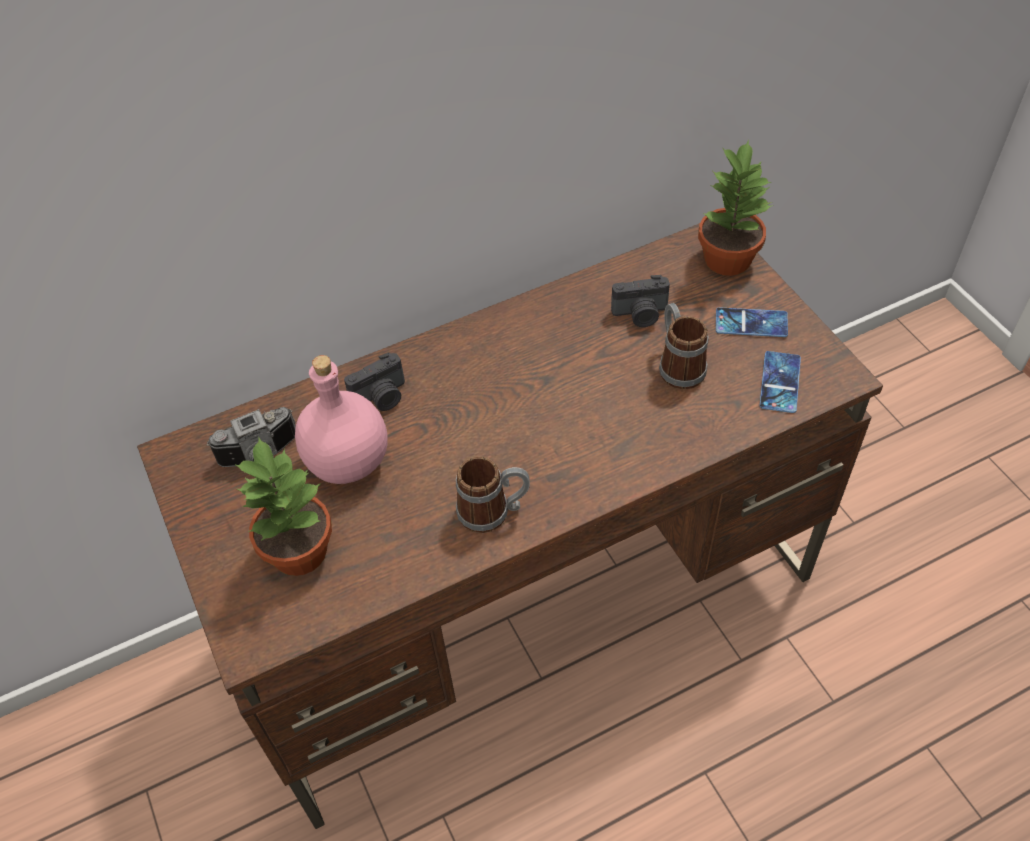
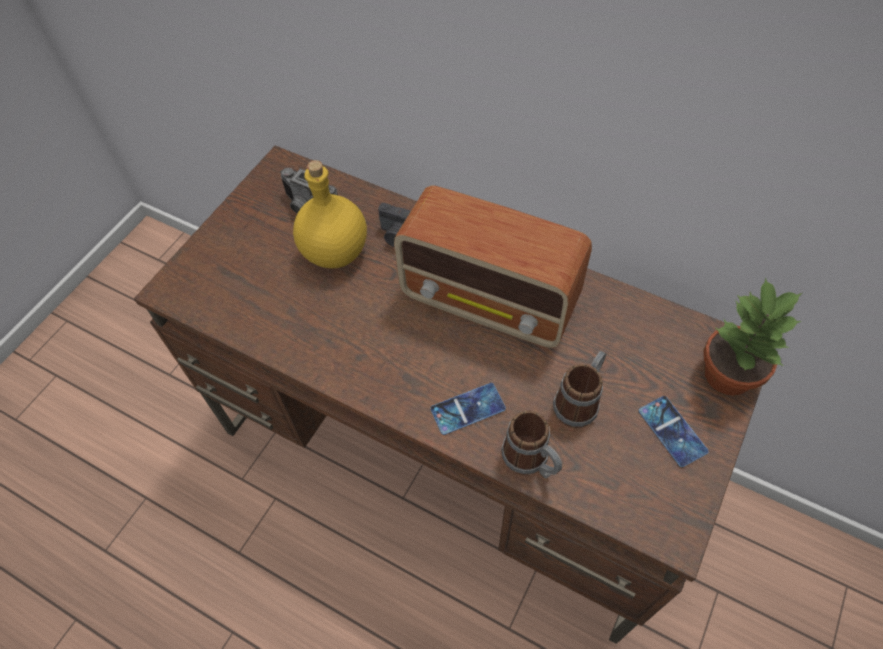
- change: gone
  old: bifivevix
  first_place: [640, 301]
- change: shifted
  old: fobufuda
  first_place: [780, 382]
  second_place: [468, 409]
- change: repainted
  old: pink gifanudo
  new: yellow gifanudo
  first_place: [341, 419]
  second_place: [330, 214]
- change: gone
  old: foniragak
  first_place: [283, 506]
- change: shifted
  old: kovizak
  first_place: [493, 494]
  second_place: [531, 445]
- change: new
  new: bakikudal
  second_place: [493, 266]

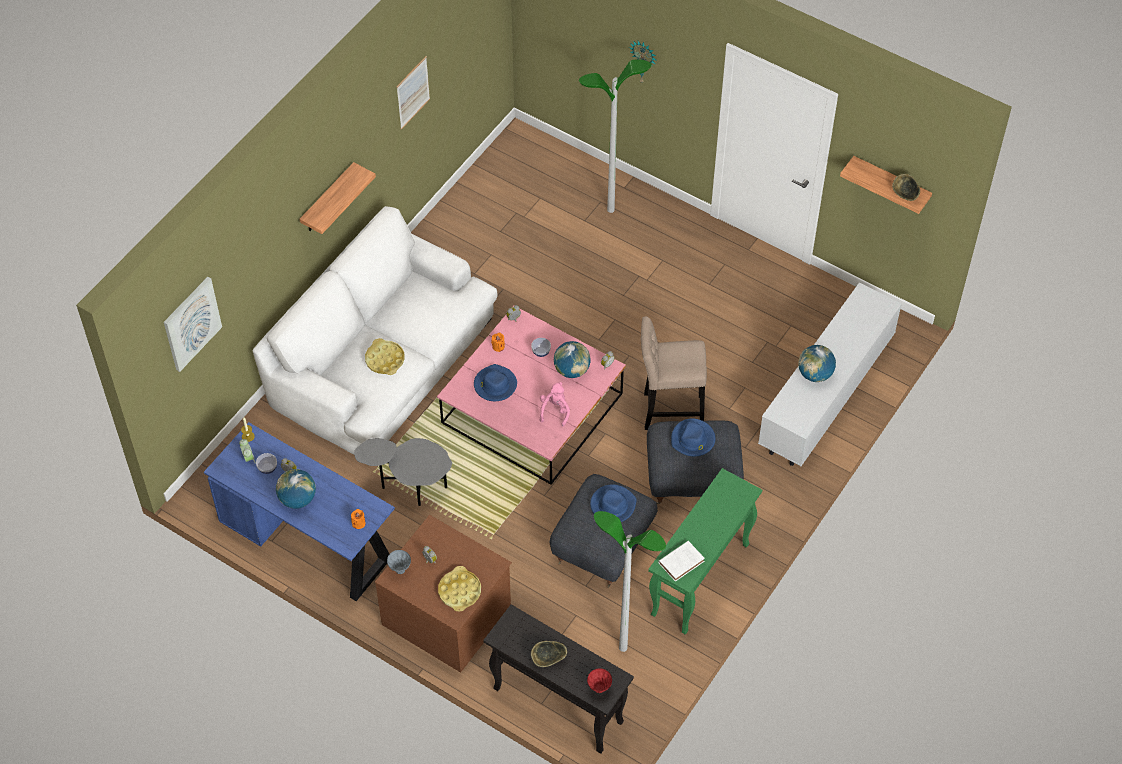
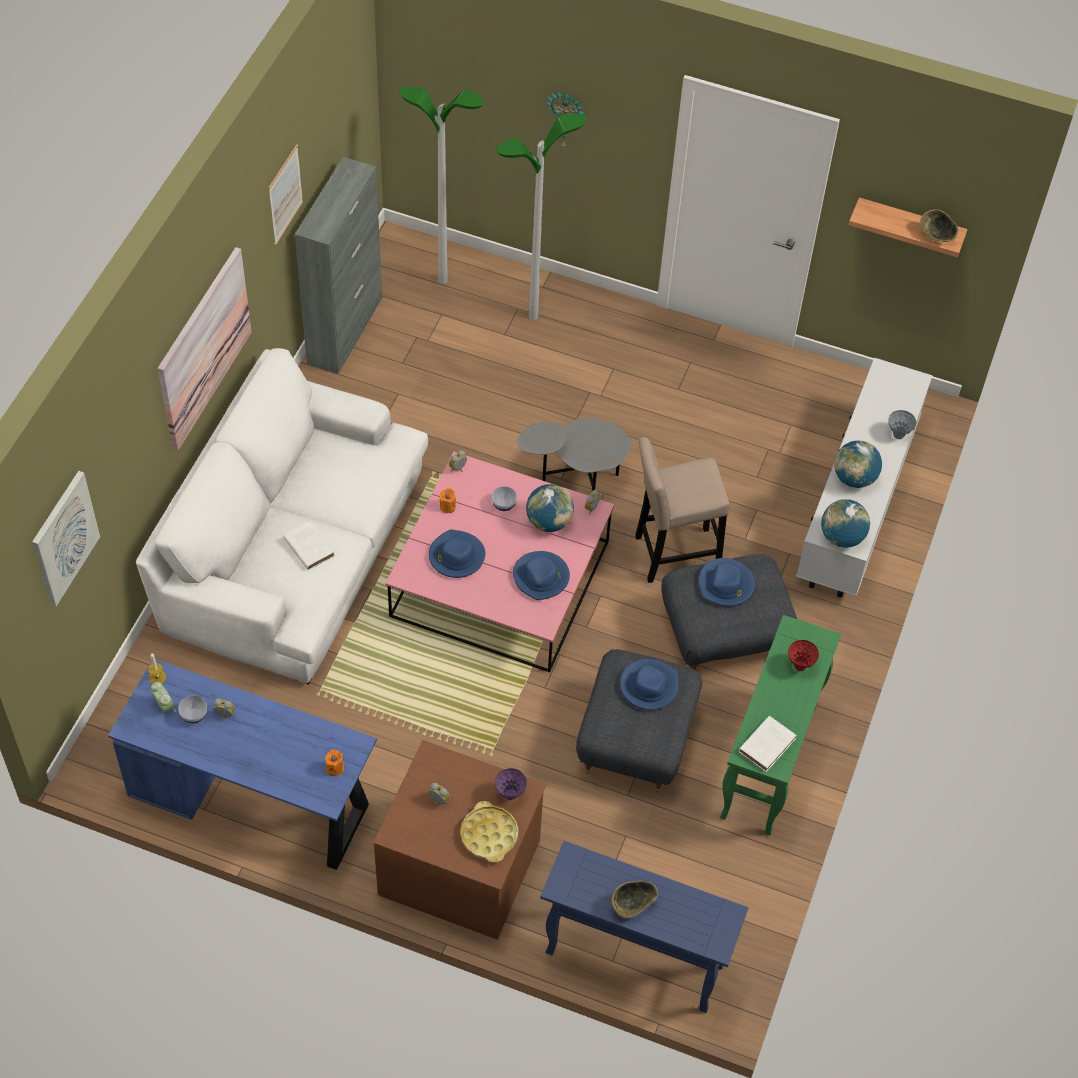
- change: swapped
  old: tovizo
  new: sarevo
  first_place: [338, 198]
  second_place: [205, 349]
- change: swapped
  old: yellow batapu
  new: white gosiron
  first_place: [384, 356]
  second_place: [309, 545]
- change: swapped
  old: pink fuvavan
  new: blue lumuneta
  first_place: [555, 404]
  second_place: [541, 575]
- change: shifted
  old: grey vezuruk
  first_place: [403, 472]
  second_place: [574, 454]
- change: shifted
  old: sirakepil
  first_place: [296, 489]
  second_place: [845, 523]
- change: shifted
  old: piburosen
  first_place: [630, 581]
  second_place: [441, 185]
- change: shifted
  old: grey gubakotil
  first_place: [399, 562]
  second_place: [902, 424]
- change: repainted
  old: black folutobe
  new: blue folutobe
  first_place: [558, 679]
  second_place: [644, 927]
- change: shifted
  old: red gubakotil
  first_place: [599, 681]
  second_place: [803, 655]
- change: new
  new: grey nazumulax
  second_place: [338, 265]
- change: new
  new: purple gubakotil
  second_place: [511, 784]

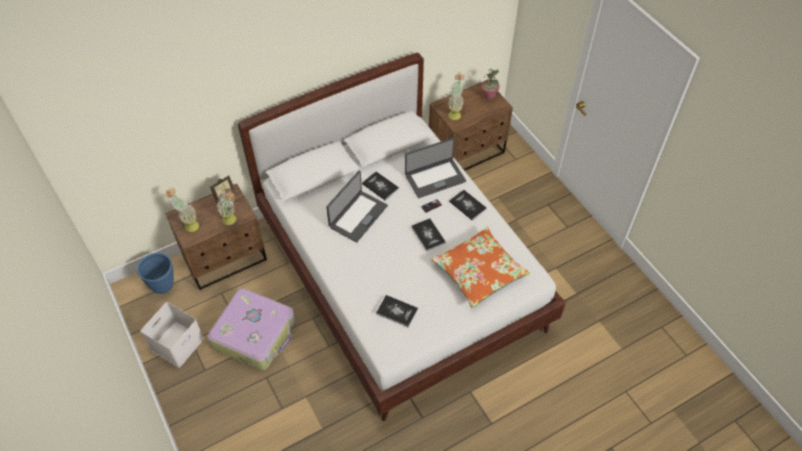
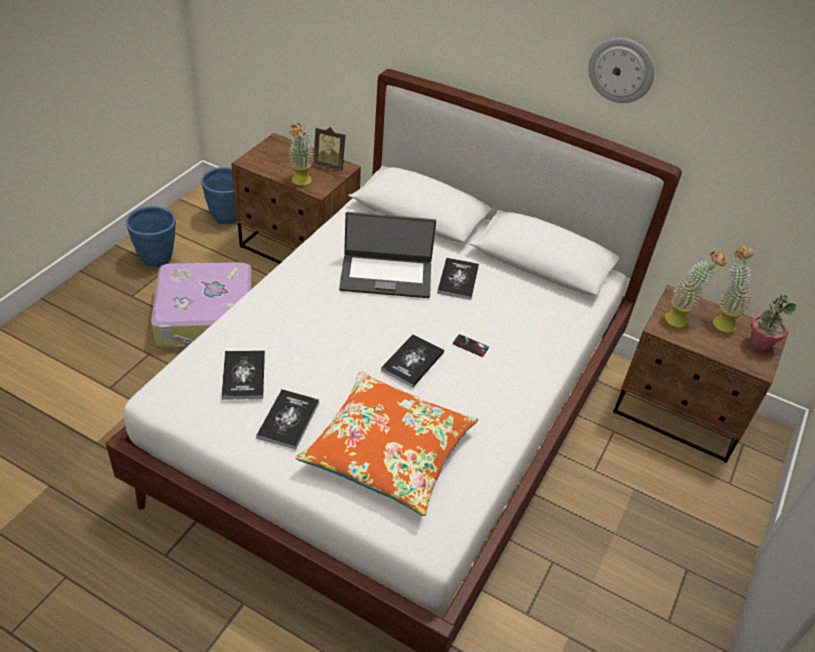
- change: gone
  old: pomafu
  first_place: [435, 168]
- change: shifted
  old: foniragak
  first_place: [182, 210]
  second_place: [733, 288]
- change: shifted
  old: gosiron
  first_place: [468, 205]
  second_place: [287, 419]
- change: swapped
  old: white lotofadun
  new: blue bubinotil
  first_place: [172, 334]
  second_place: [151, 236]
- change: new
  new: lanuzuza
  second_place: [621, 70]

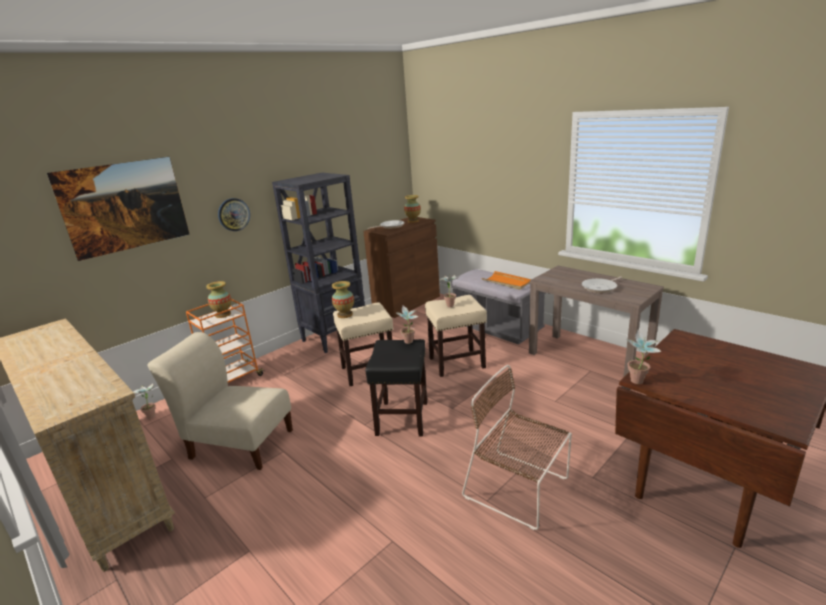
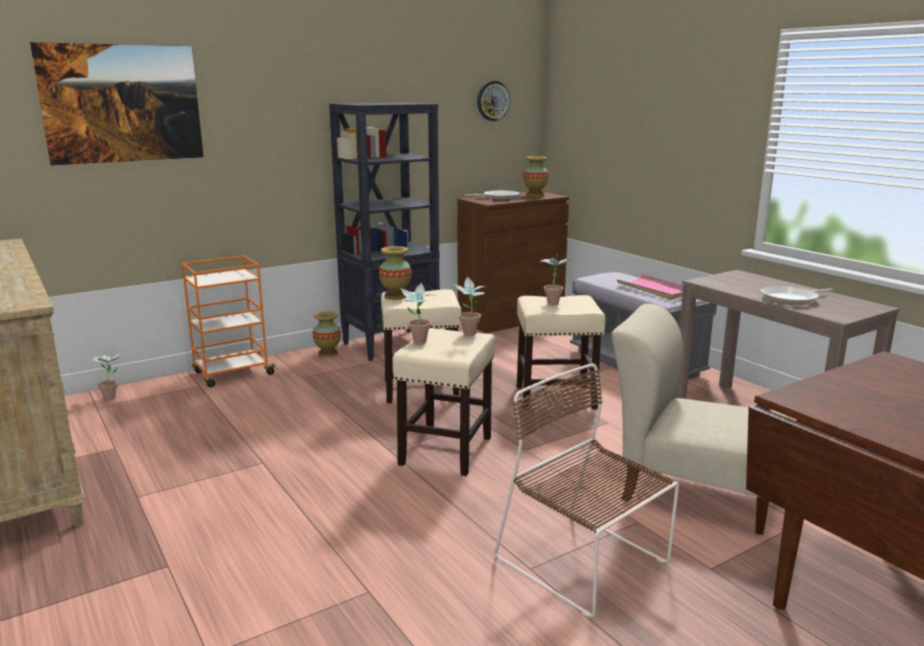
- change: shifted
  old: lanuzuza
  first_place: [234, 214]
  second_place: [493, 101]
- change: repainted
  old: orange batapu
  new: pink batapu
  first_place: [507, 280]
  second_place: [650, 287]
- change: shifted
  old: gubakotil
  first_place: [218, 299]
  second_place: [327, 334]
- change: shifted
  old: foniragak
  first_place: [644, 357]
  second_place: [418, 313]
- change: shifted
  old: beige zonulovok
  first_place: [220, 401]
  second_place: [701, 419]
- change: repainted
  old: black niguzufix
  new: beige niguzufix
  first_place: [396, 387]
  second_place: [443, 402]

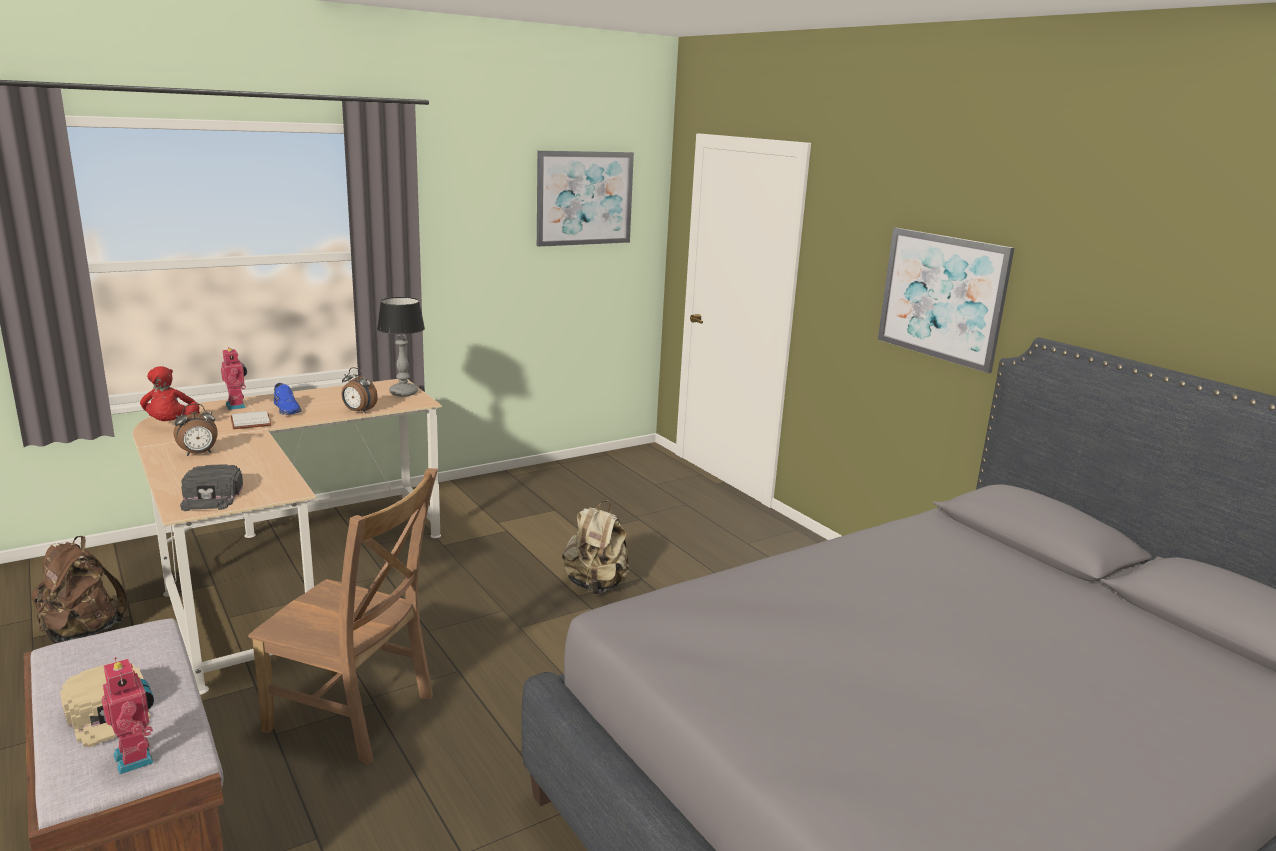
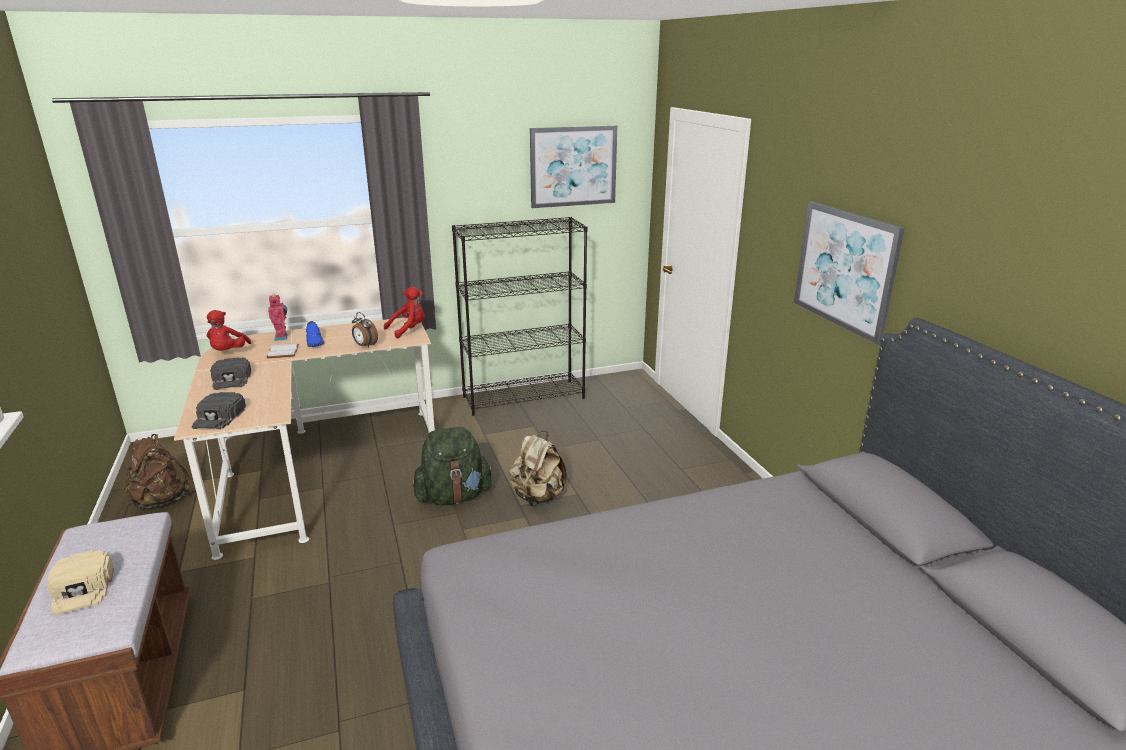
- change: swapped
  old: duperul
  new: red fuvavan
  first_place: [401, 346]
  second_place: [404, 312]
- change: swapped
  old: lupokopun
  new: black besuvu
  first_place: [196, 430]
  second_place: [230, 373]
- change: gone
  old: brown zonulovok
  first_place: [343, 616]
- change: gone
  old: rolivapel
  first_place: [128, 716]
- change: new
  new: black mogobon
  second_place: [520, 316]
- change: new
  new: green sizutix
  second_place: [453, 466]

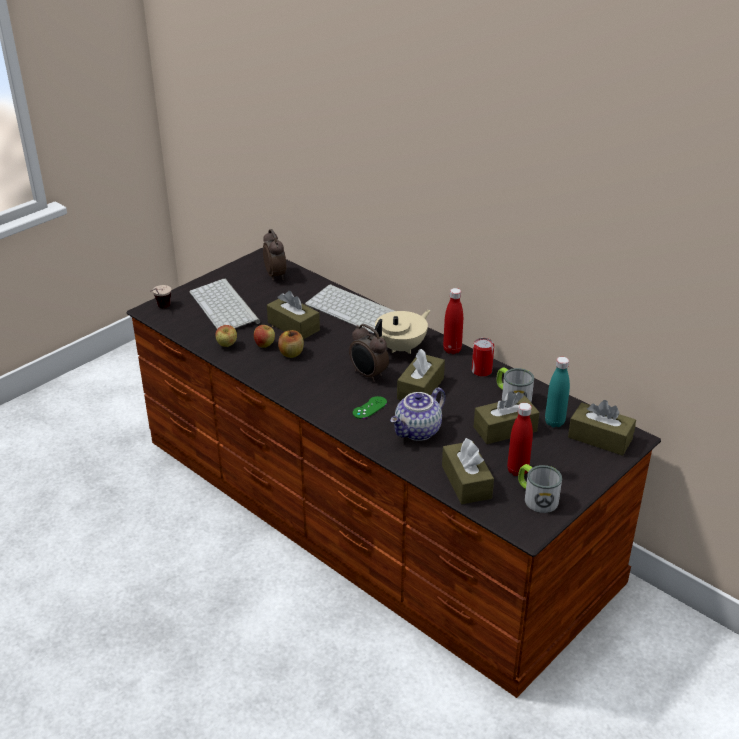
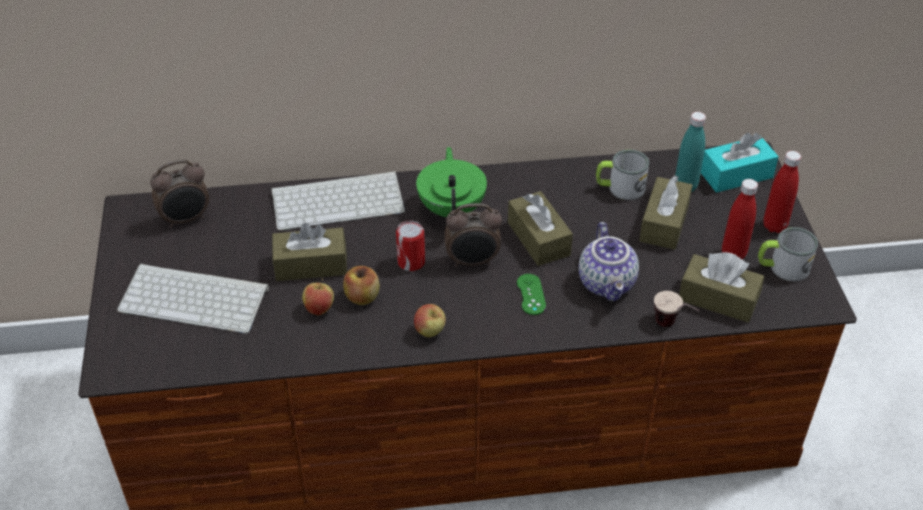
- change: rotated
  old: lupokopun
  first_place: [274, 255]
  second_place: [179, 193]
  degrees: 135
- change: shifted
  old: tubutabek
  first_place: [160, 296]
  second_place: [677, 309]
- change: shifted
  old: red gifanudo
  first_place: [453, 321]
  second_place: [782, 192]
- change: repainted
  old: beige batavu
  new: green batavu
  first_place: [402, 332]
  second_place: [451, 182]
- change: shifted
  old: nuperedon
  first_place: [226, 336]
  second_place: [430, 320]
- change: shifted
  old: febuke
  first_place: [483, 357]
  second_place: [410, 245]
- change: repainted
  old: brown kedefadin
  new: turquoise kedefadin
  first_place: [602, 428]
  second_place: [740, 163]

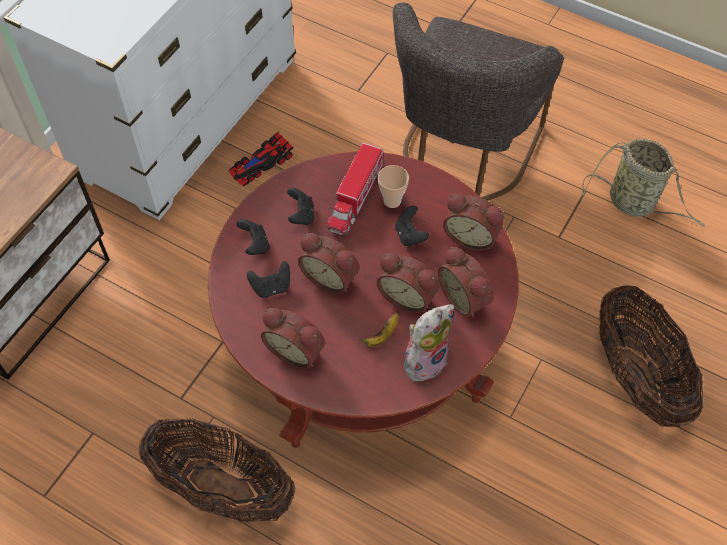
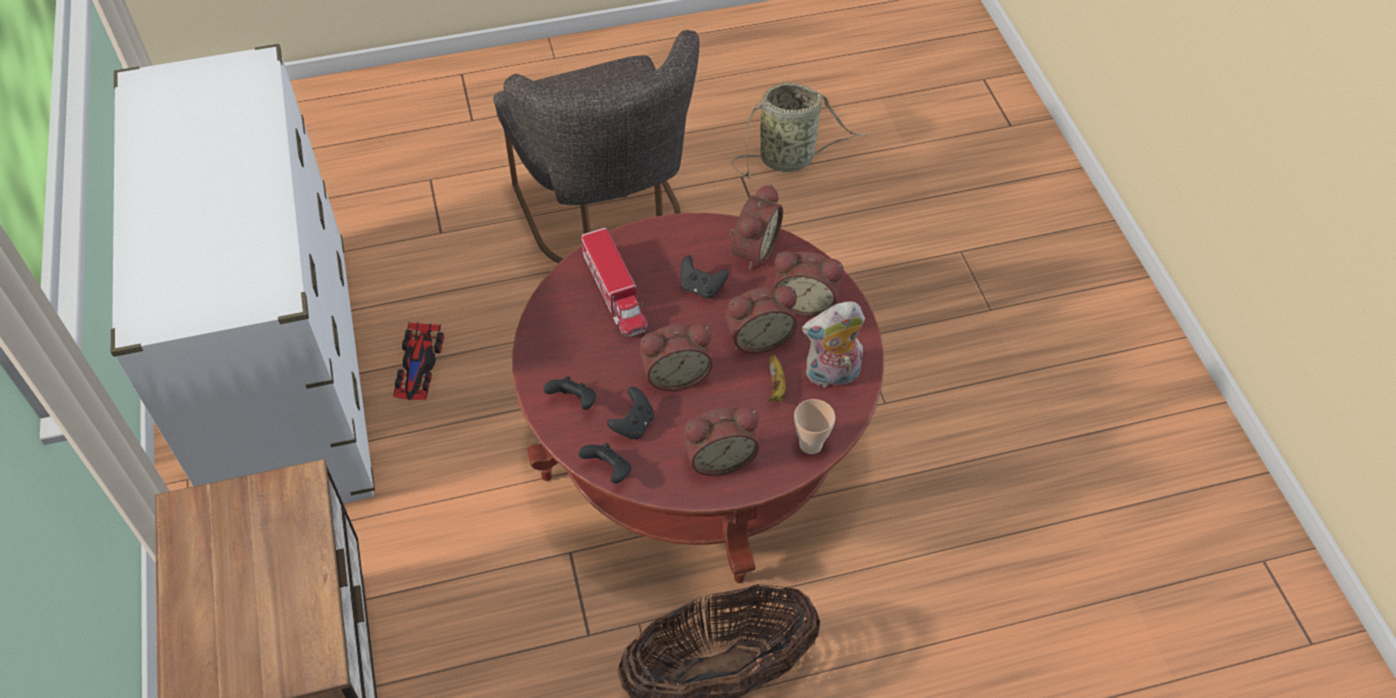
- change: shifted
  old: tubutabek
  first_place: [393, 186]
  second_place: [814, 426]
- change: shifted
  old: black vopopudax
  first_place: [300, 206]
  second_place: [604, 463]
- change: rotated
  old: lupokopun
  first_place: [473, 222]
  second_place: [756, 227]
  degrees: -45
- change: gone
  old: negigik
  first_place: [651, 356]
- change: rotated
  old: fuvavan
  first_place: [429, 342]
  second_place: [833, 344]
  degrees: -105

